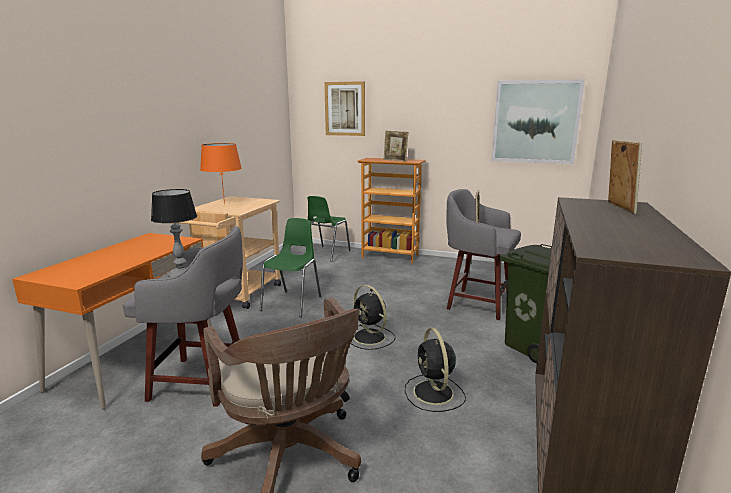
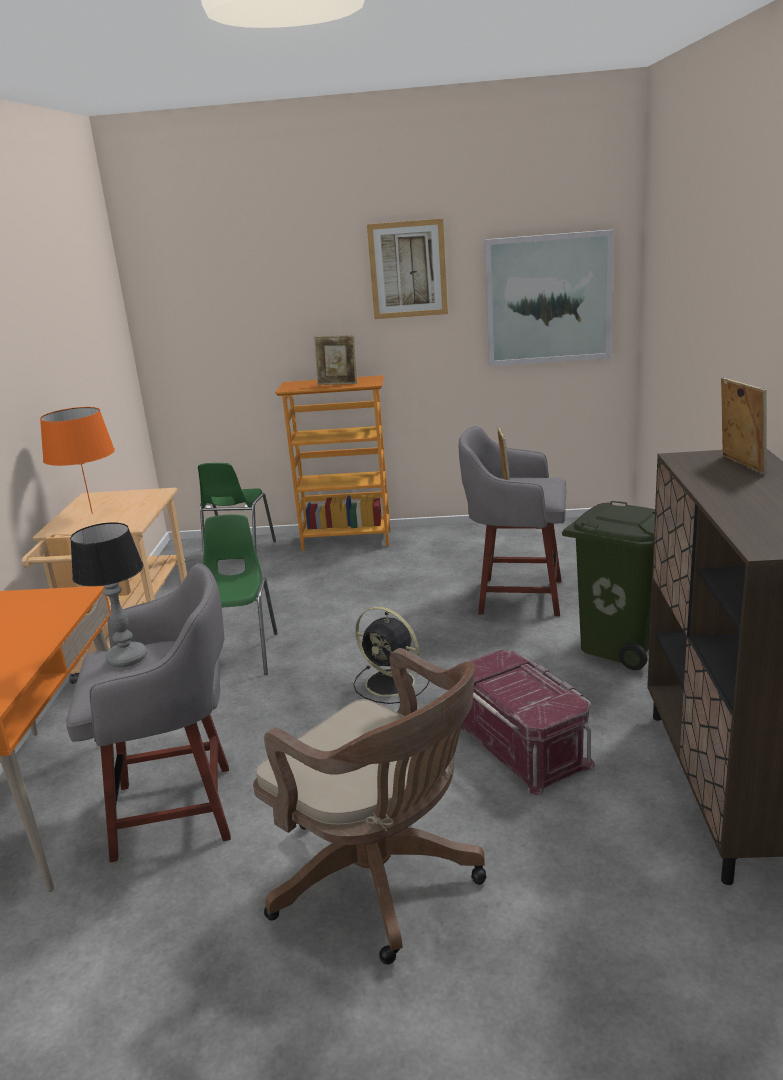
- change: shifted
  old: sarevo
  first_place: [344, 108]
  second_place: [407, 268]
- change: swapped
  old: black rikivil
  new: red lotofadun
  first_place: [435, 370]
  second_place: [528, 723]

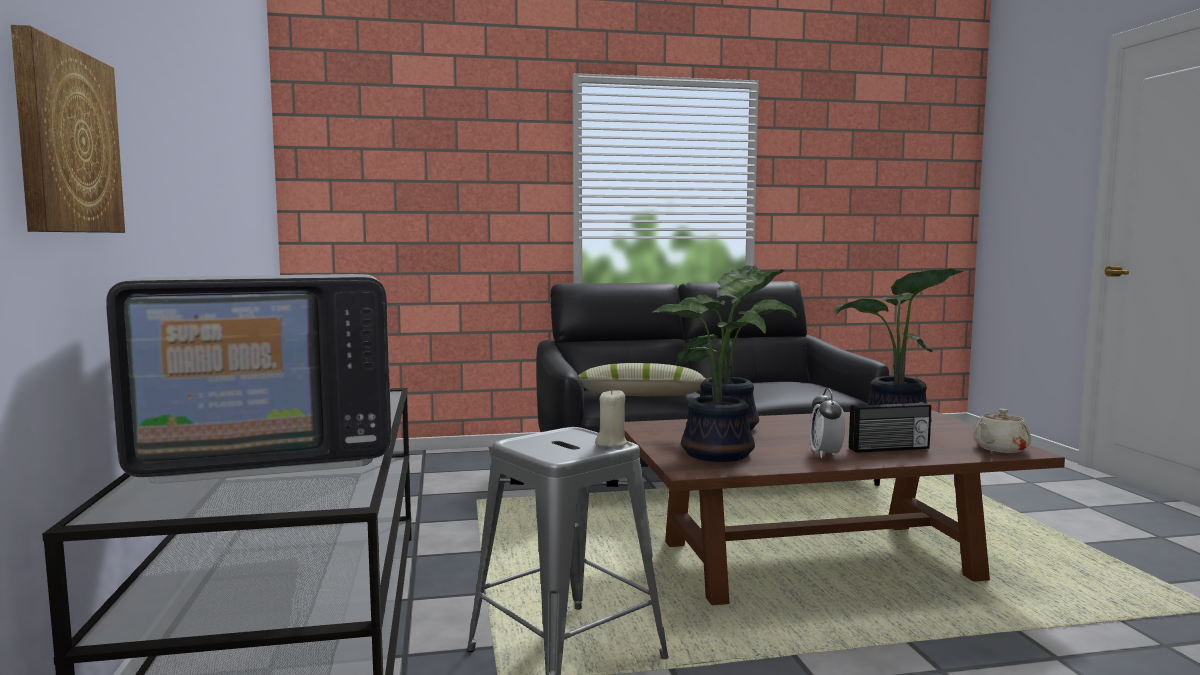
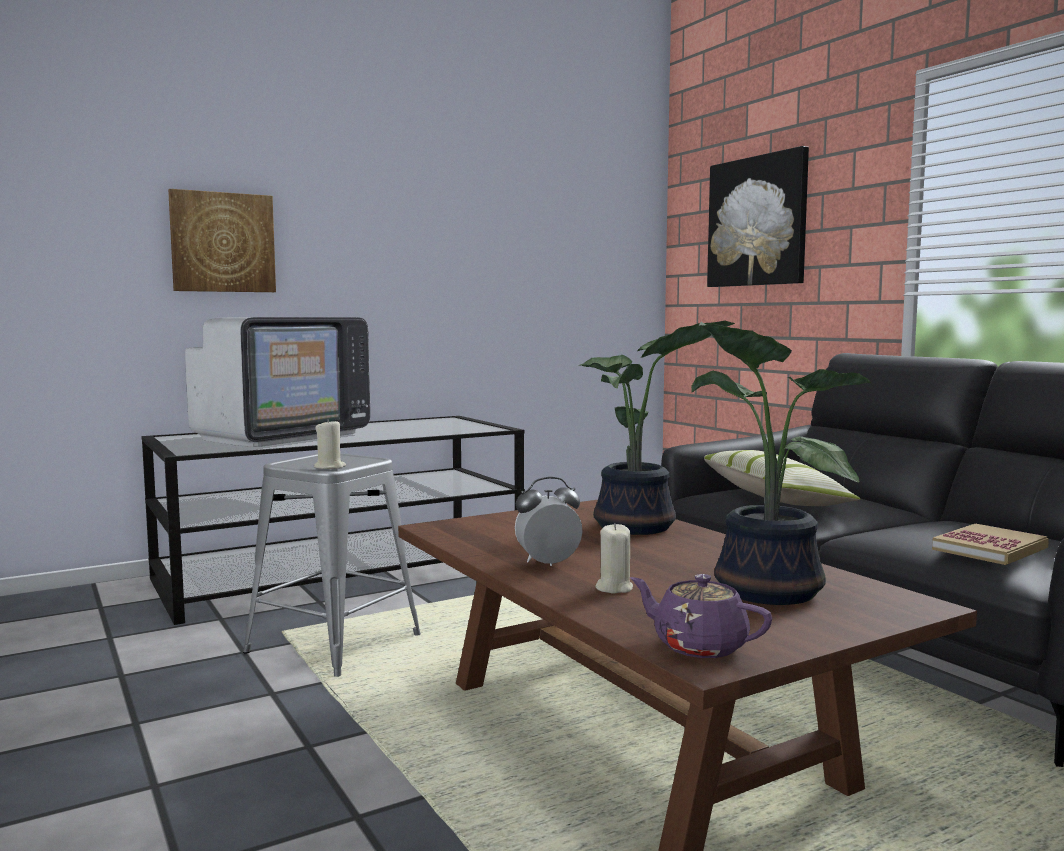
- change: gone
  old: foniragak
  first_place: [718, 365]
- change: rotated
  old: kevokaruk
  first_place: [248, 379]
  second_place: [277, 382]
  degrees: -105
- change: swapped
  old: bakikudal
  new: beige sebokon
  first_place: [890, 427]
  second_place: [614, 558]
- change: repainted
  old: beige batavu
  new: purple batavu
  first_place: [1002, 431]
  second_place: [701, 616]
- change: new
  new: sarevo
  second_place: [758, 216]
- change: new
  new: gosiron
  second_place: [990, 544]

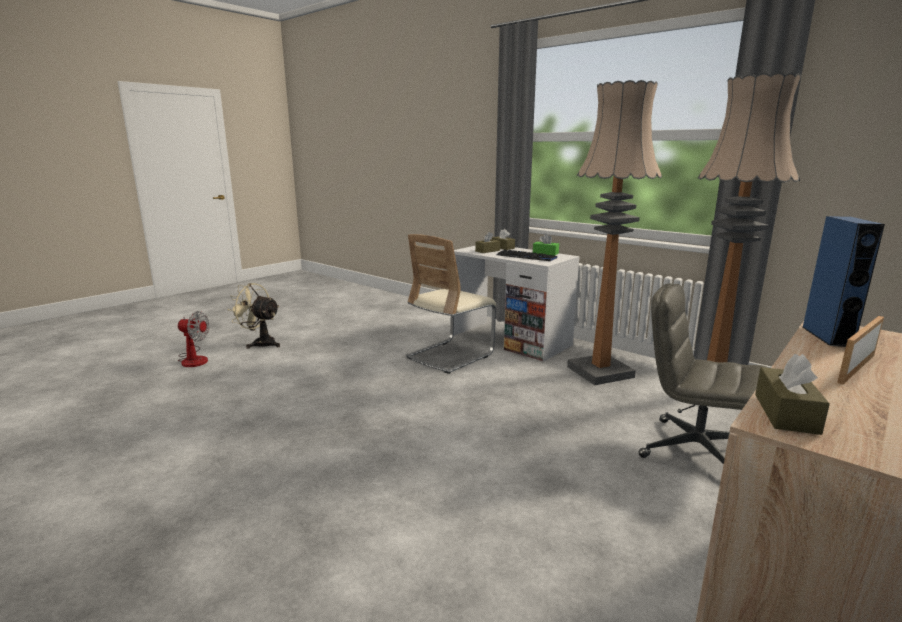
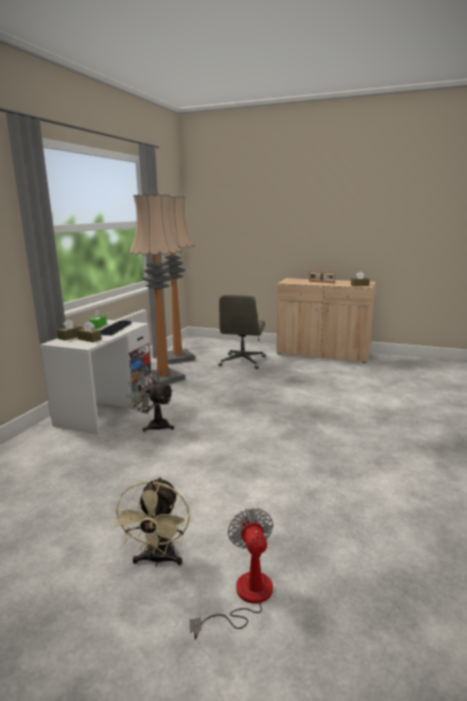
- change: gone
  old: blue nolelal
  first_place: [843, 281]
- change: swapped
  old: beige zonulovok
  new: grey rikivil
  first_place: [451, 304]
  second_place: [150, 400]

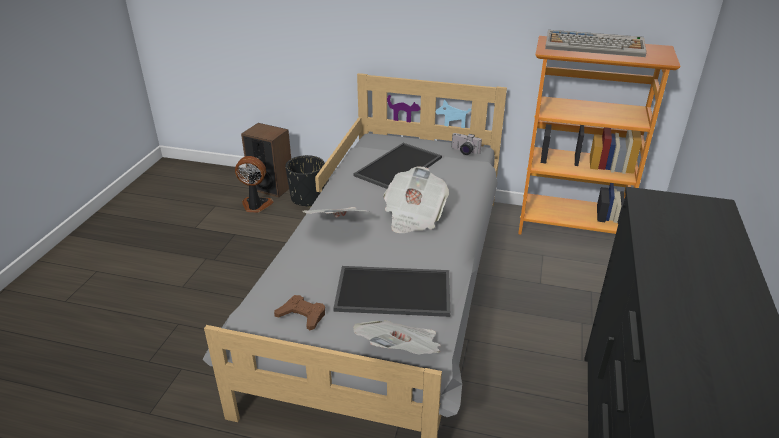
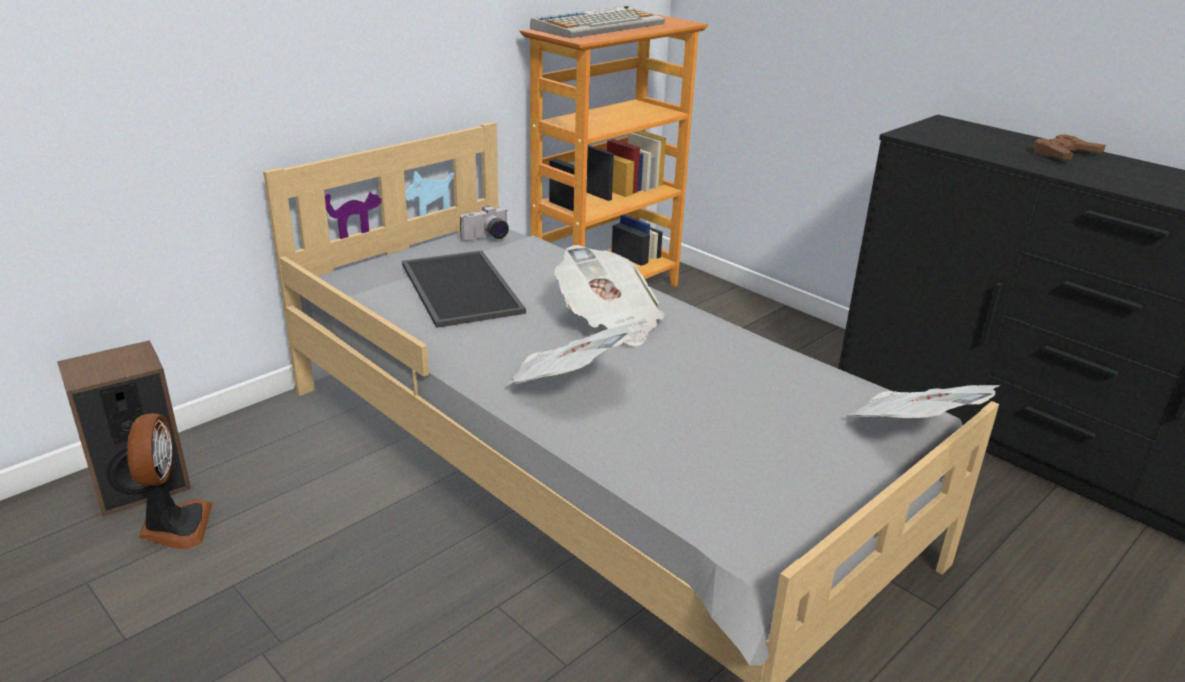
- change: gone
  old: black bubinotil
  first_place: [305, 181]
- change: rotated
  old: rikivil
  first_place: [254, 184]
  second_place: [170, 481]
  degrees: 135
- change: gone
  old: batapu
  first_place: [391, 291]
- change: shifted
  old: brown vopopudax
  first_place: [299, 312]
  second_place: [1070, 147]

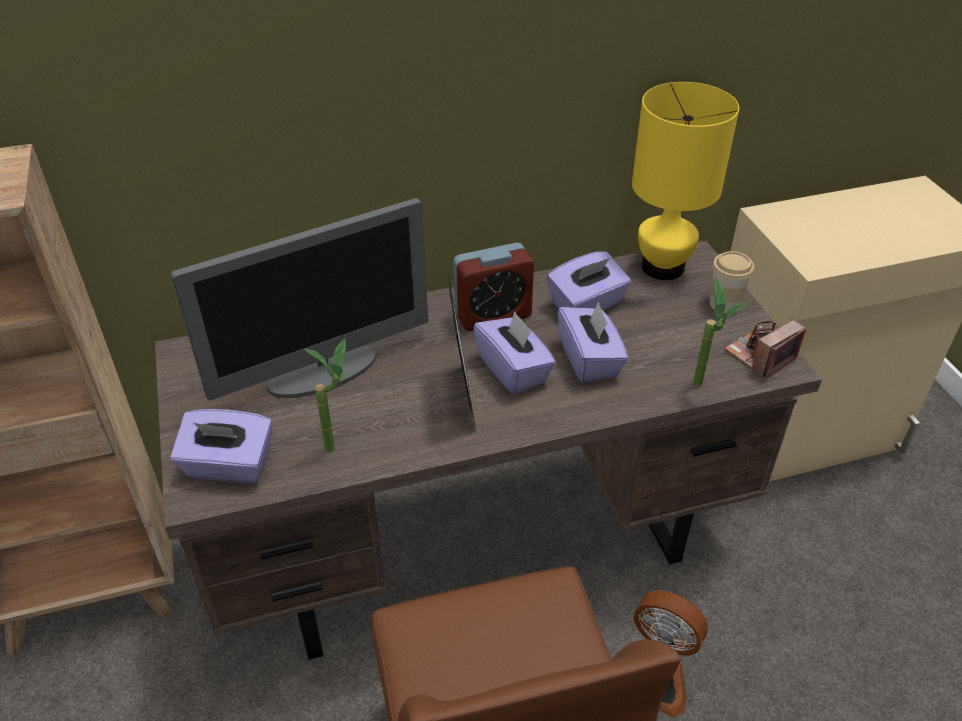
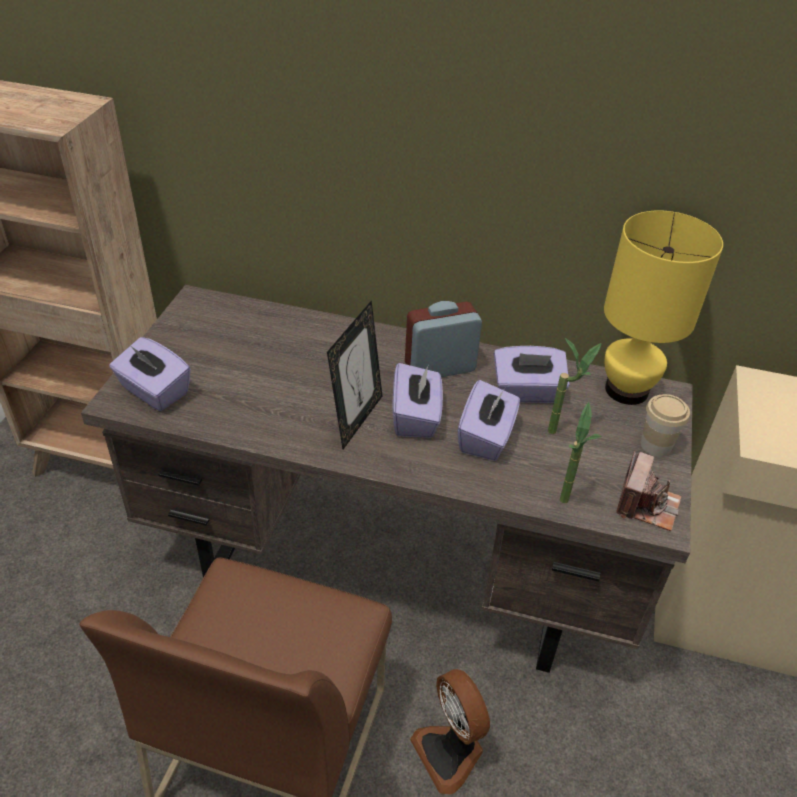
- change: gone
  old: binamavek
  first_place: [299, 299]
- change: rotated
  old: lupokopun
  first_place: [493, 287]
  second_place: [443, 339]
  degrees: 150
- change: rotated
  old: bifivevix
  first_place: [765, 349]
  second_place: [649, 491]
  degrees: 120
- change: shifted
  old: foniragak
  first_place: [326, 395]
  second_place: [575, 386]

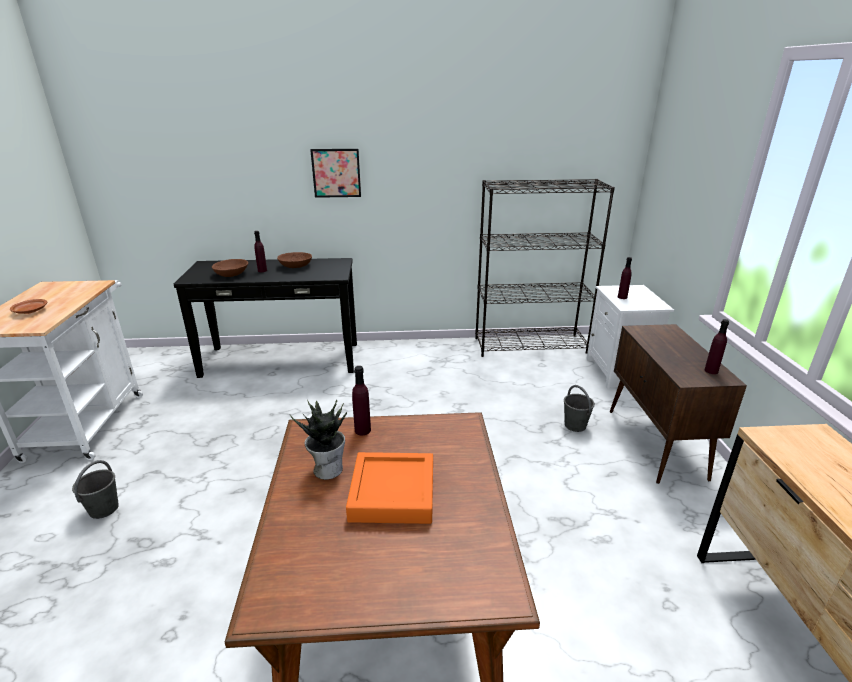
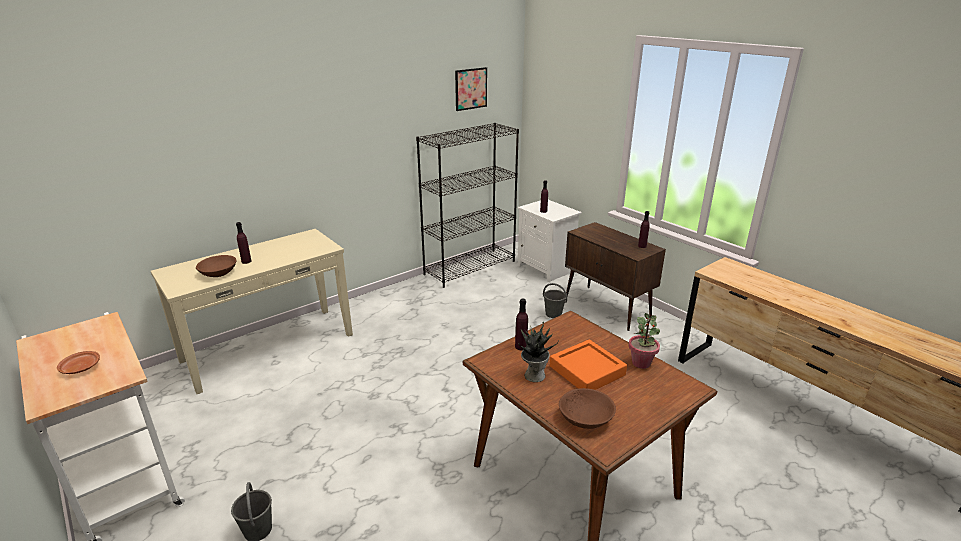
- change: shifted
  old: sarevo
  first_place: [335, 173]
  second_place: [471, 89]
- change: shifted
  old: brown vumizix
  first_place: [294, 260]
  second_place: [587, 408]
- change: repainted
  old: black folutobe
  new: beige folutobe
  first_place: [265, 318]
  second_place: [252, 311]
- change: new
  new: foniragak
  second_place: [644, 341]

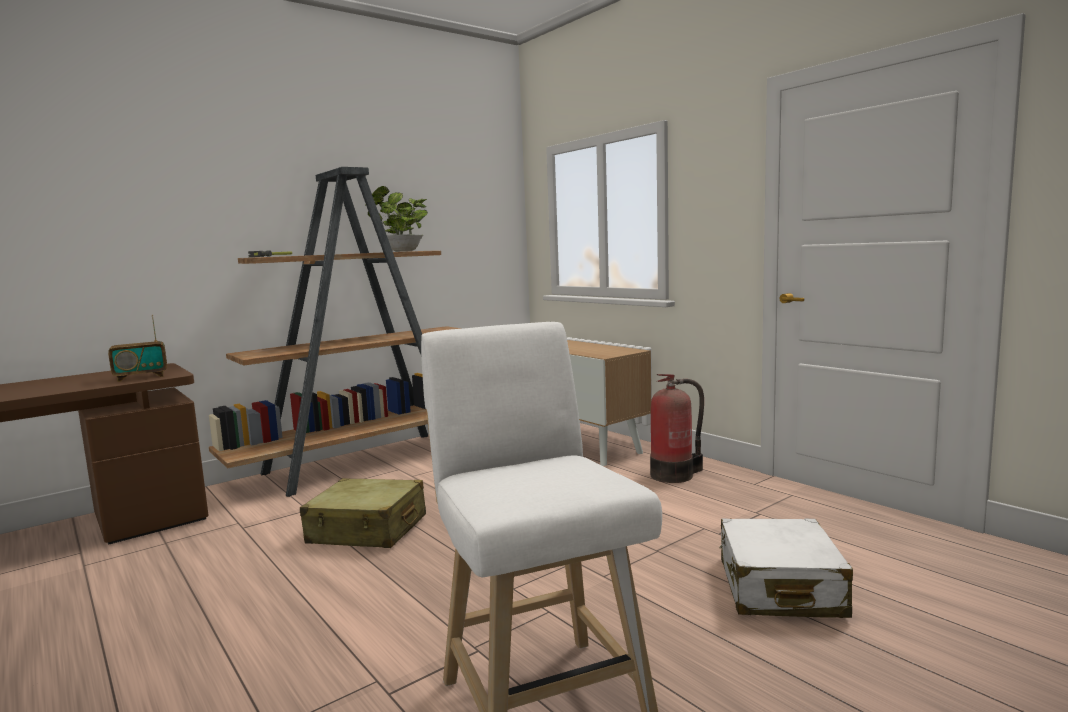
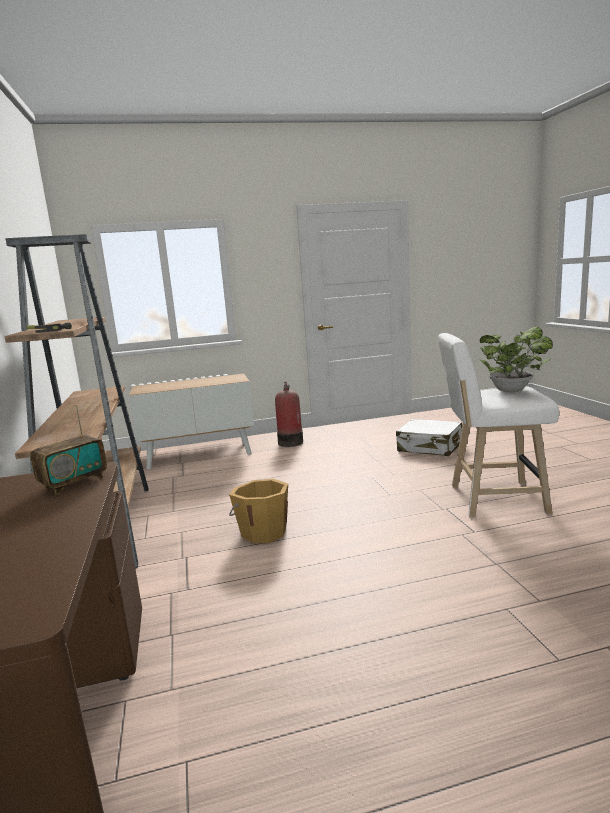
- change: shifted
  old: foniragak
  first_place: [396, 219]
  second_place: [516, 359]
- change: rotated
  old: bakikudal
  first_place: [137, 348]
  second_place: [68, 450]
  degrees: 45
- change: swapped
  old: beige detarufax
  new: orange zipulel
  first_place: [363, 513]
  second_place: [258, 511]

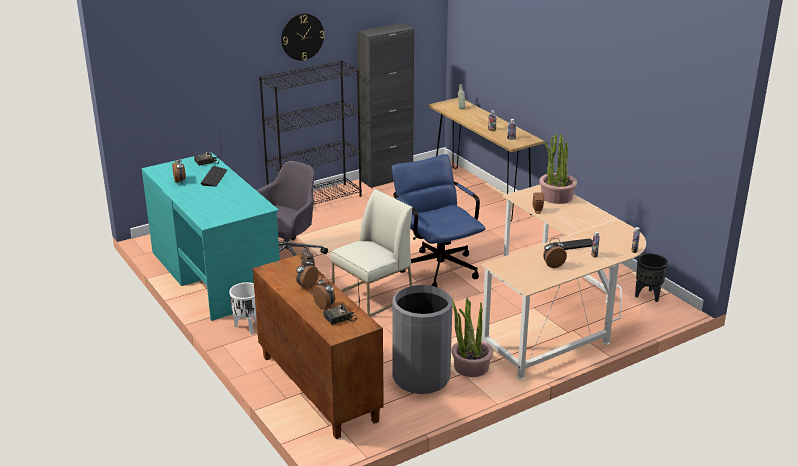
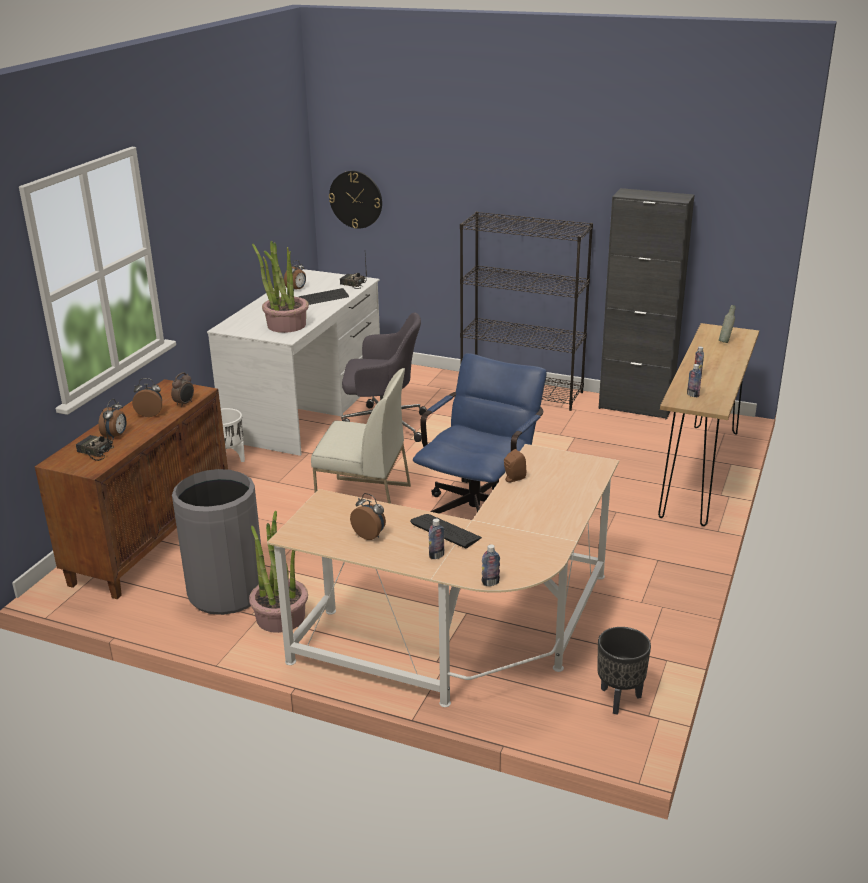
- change: shifted
  old: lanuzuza
  first_place: [303, 37]
  second_place: [355, 200]
- change: shifted
  old: foniragak
  first_place: [558, 169]
  second_place: [280, 286]
- change: repainted
  old: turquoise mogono
  new: white mogono
  first_place: [211, 236]
  second_place: [293, 362]

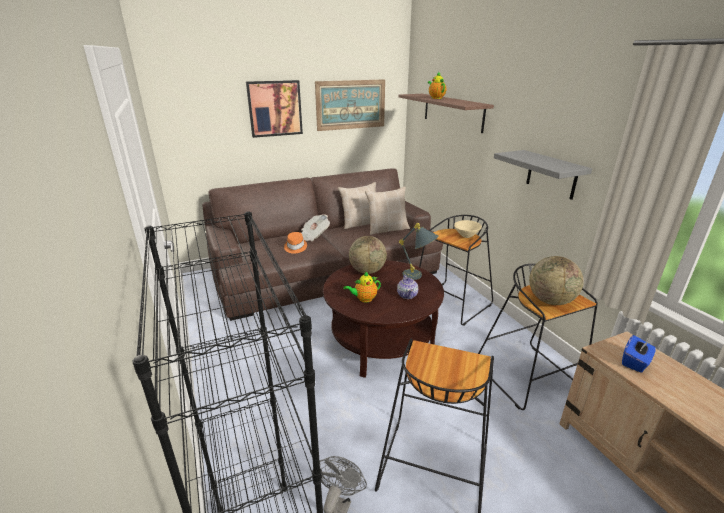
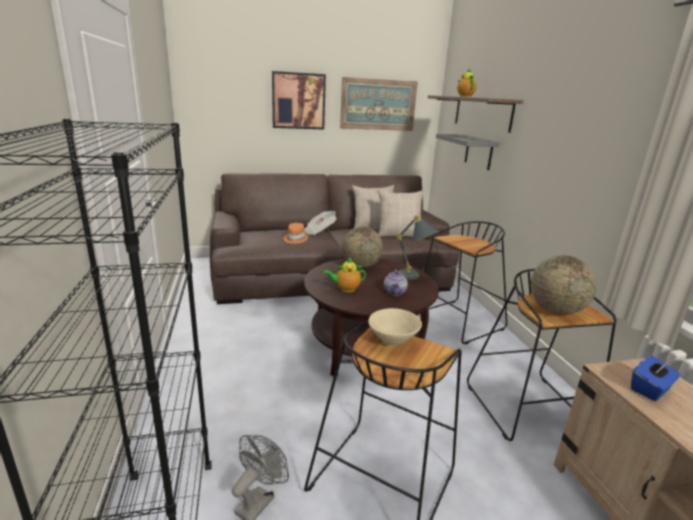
- change: shifted
  old: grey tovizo
  first_place: [543, 175]
  second_place: [468, 152]
- change: shifted
  old: beige vumizix
  first_place: [468, 229]
  second_place: [395, 327]

